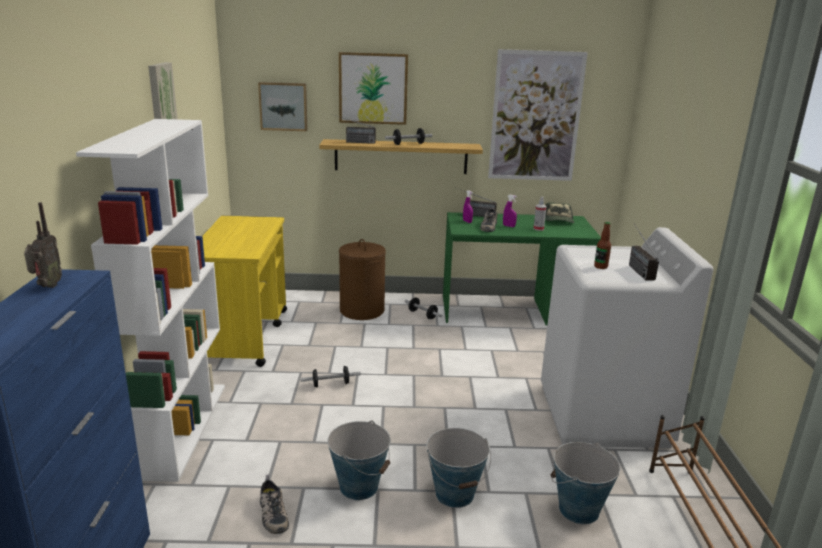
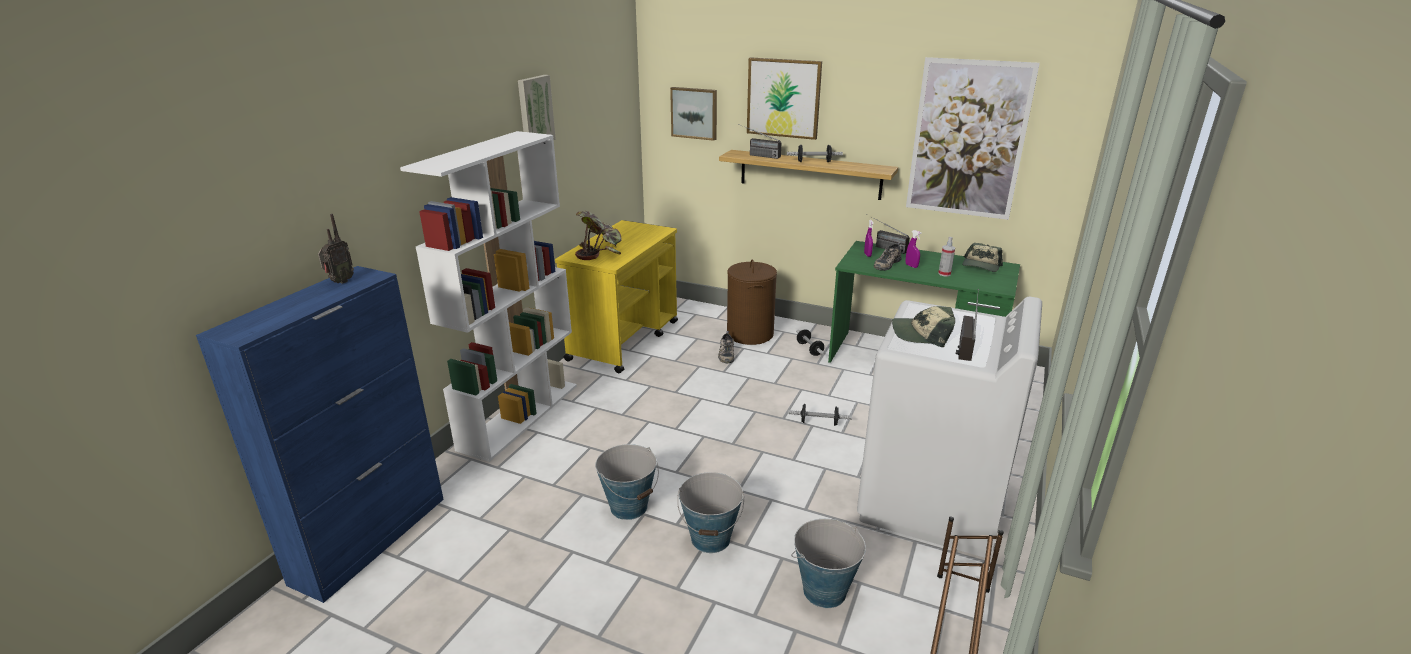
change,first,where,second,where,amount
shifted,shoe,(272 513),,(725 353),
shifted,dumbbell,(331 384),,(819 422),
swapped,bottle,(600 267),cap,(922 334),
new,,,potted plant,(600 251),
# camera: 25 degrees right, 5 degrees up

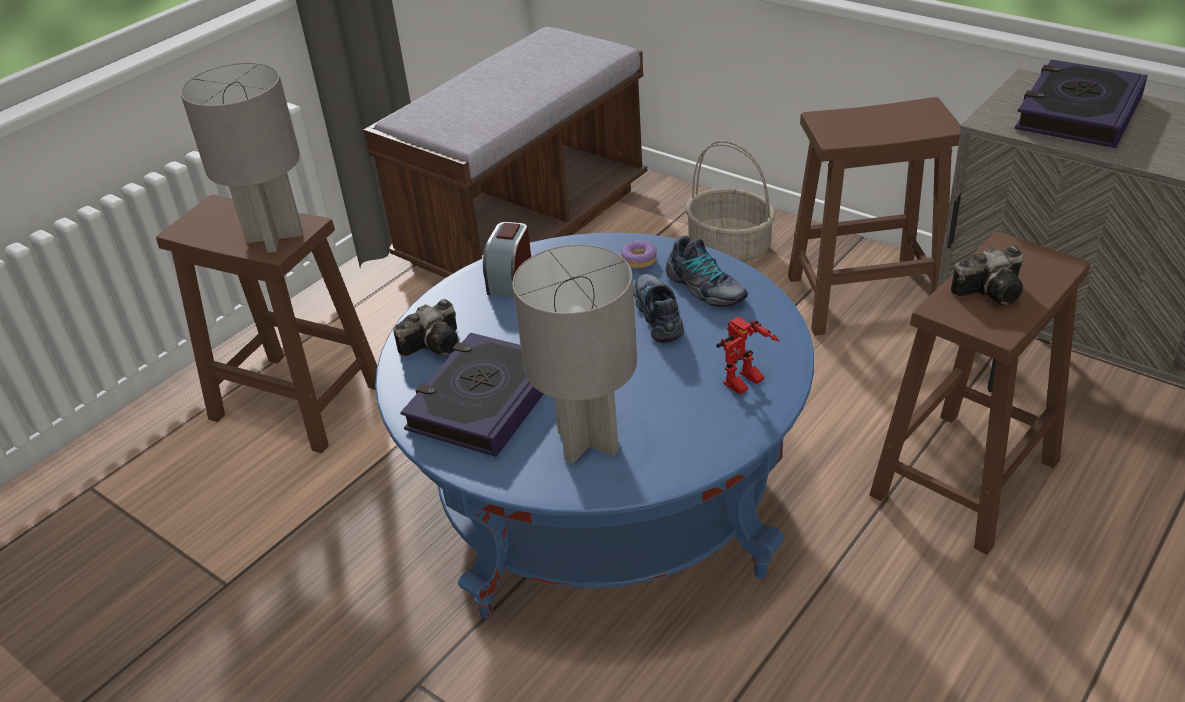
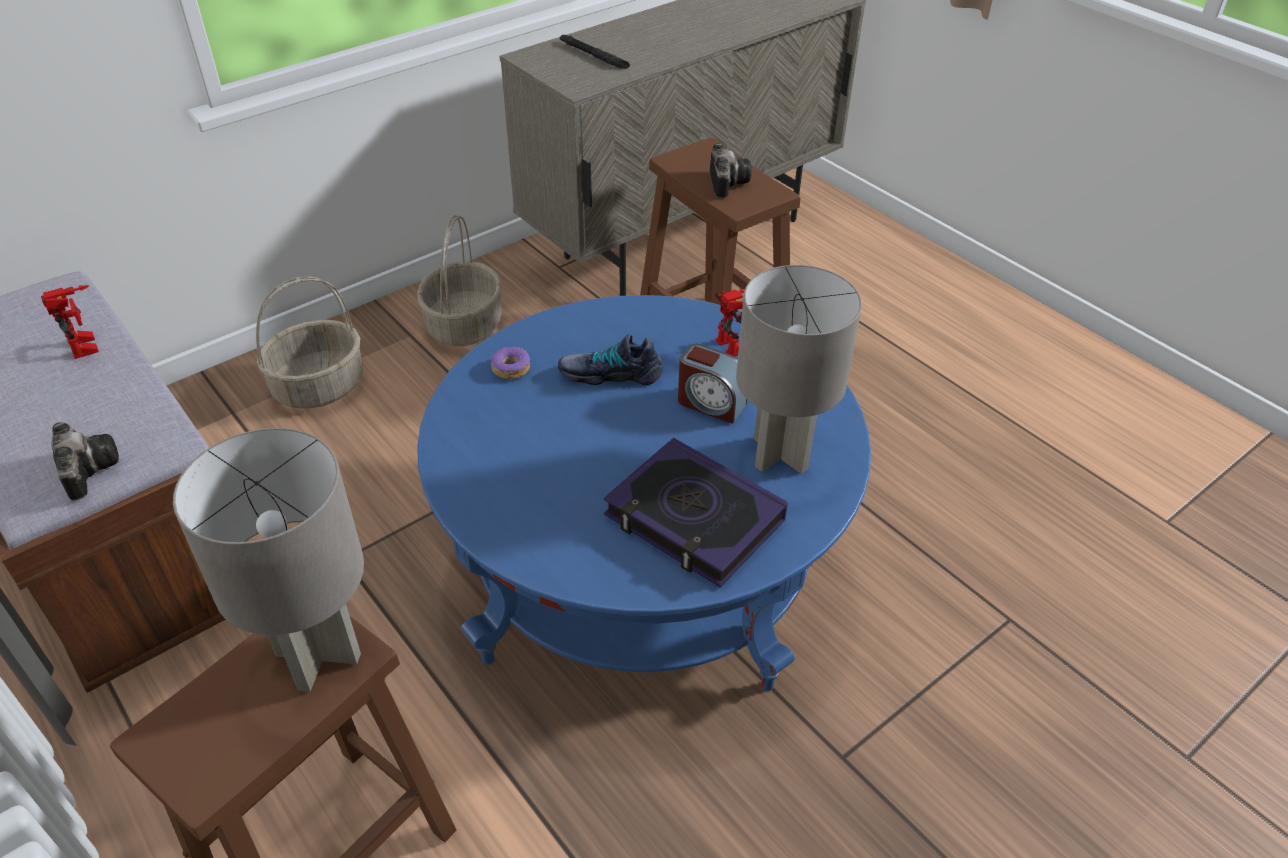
change,first,where,second,where,amount
shifted,photo camera,(436 343),,(87 468),
shifted,alarm clock,(510 279),,(710 403),
gone,shoe,(704 288),,,
swapped,stool (brown),(866 296),basket,(464 325),
swapped,book,(1078 113),flashlight (black),(594 56),
new,,,toy robot,(89 346),
# camera: 80 degrees left, 5 degrees up

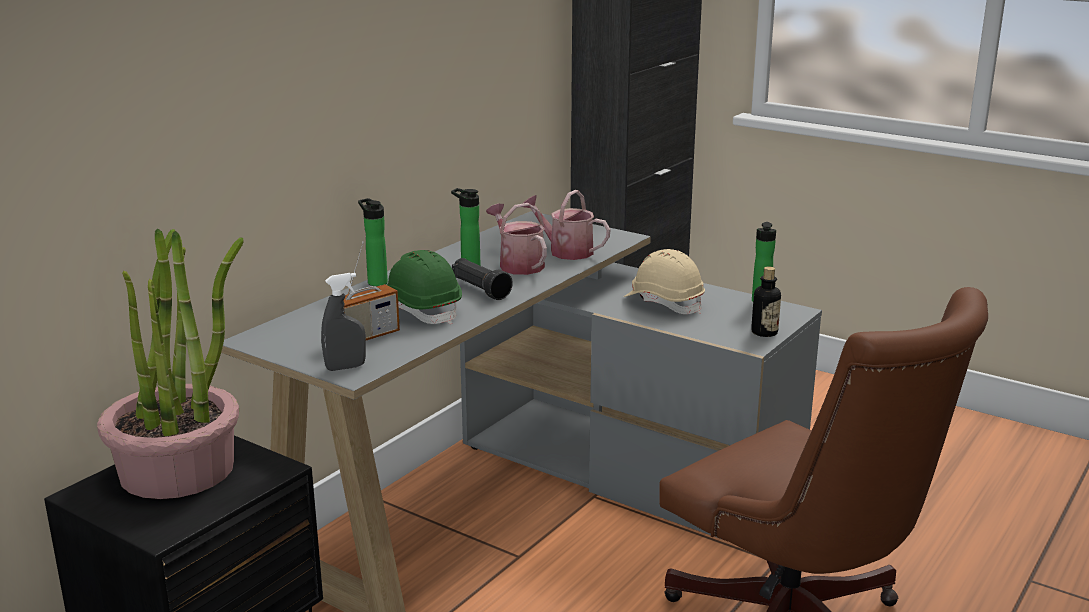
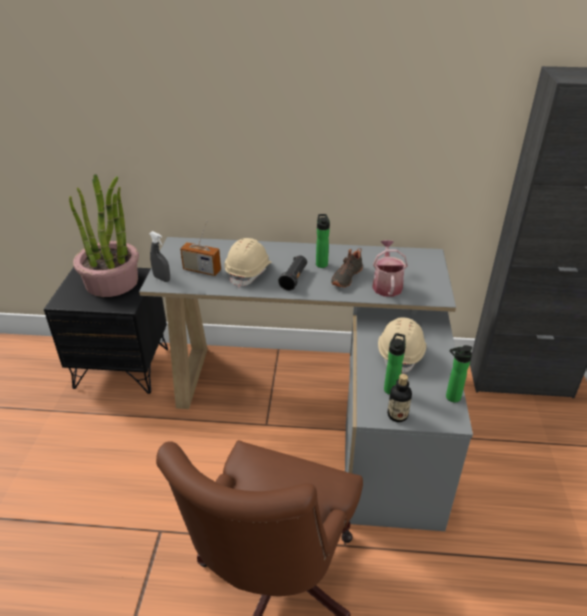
change,first,where,second,where,amount
shifted,bottle,(375 282),,(391 388),
repainted,hard hat (green),(421 310),hard hat (beige),(249 272),
swapped,watering can,(518 264),shoe (black),(345 277),
# camera: 60 degrees right, 15 degrees up

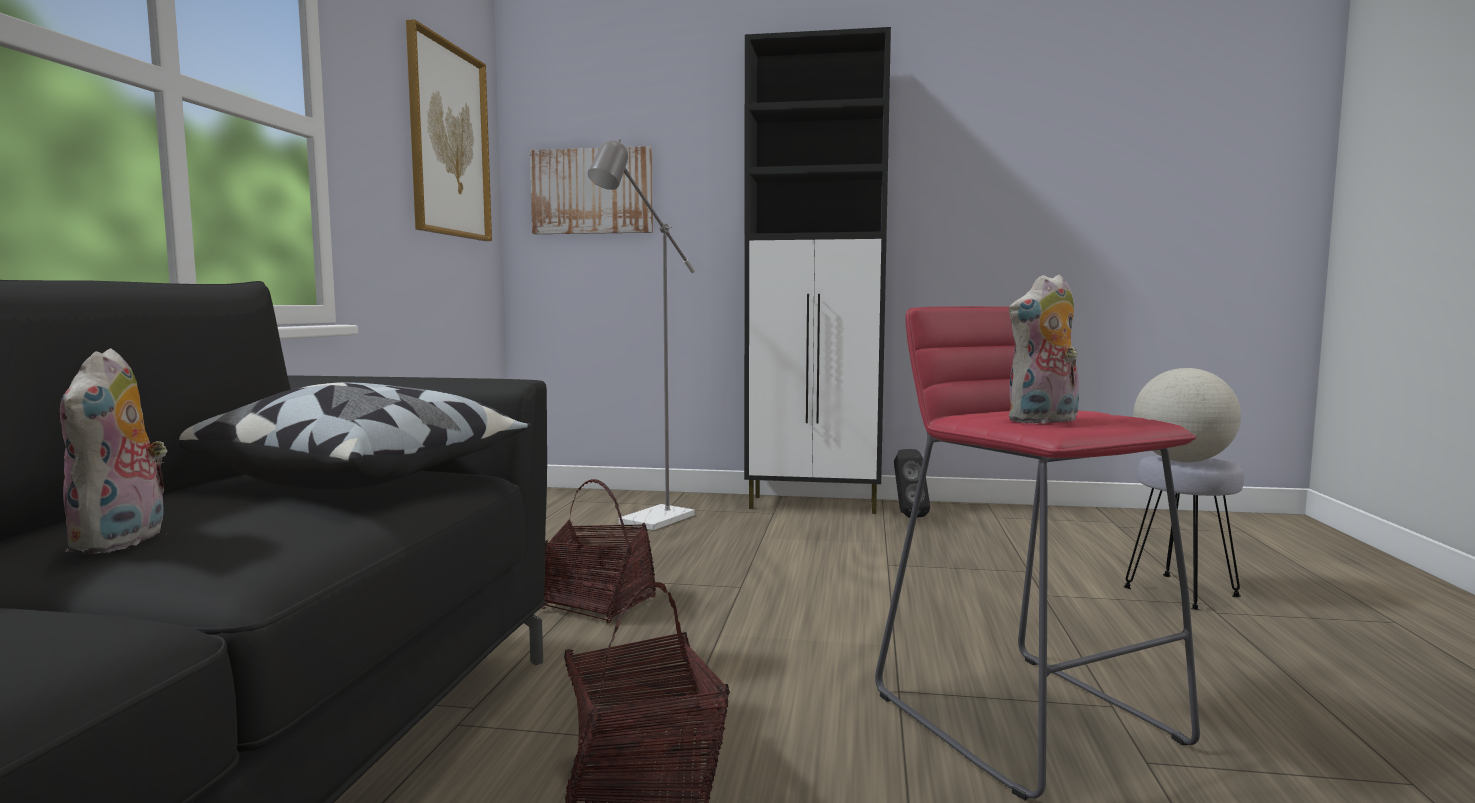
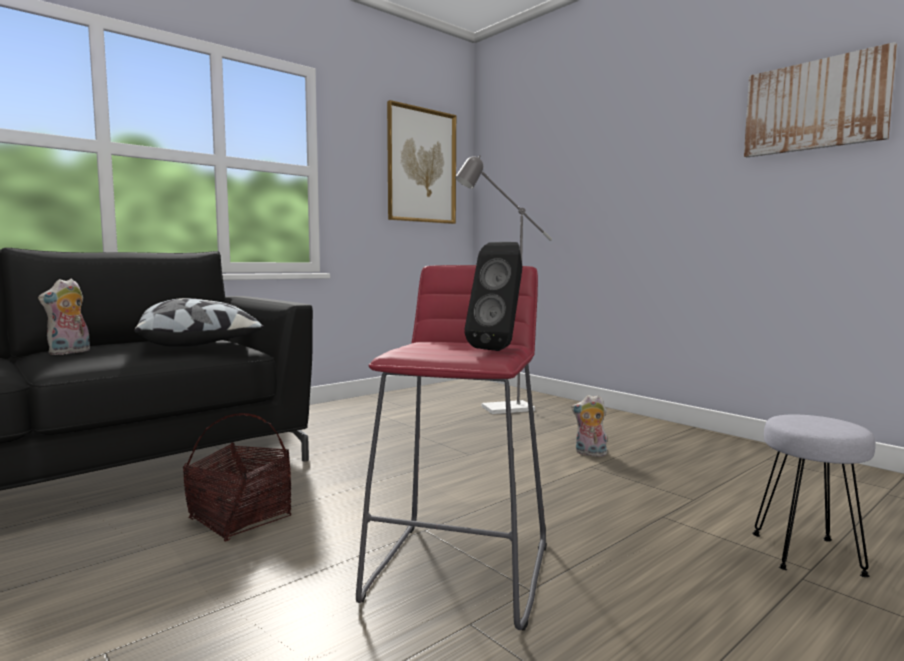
change,first,where,second,where,amount
shifted,picture,(592 191),,(815 105),
gone,basket,(599 604),,,
gone,cabinet (black),(815 505),,,
shifted,speaker (black),(907 515),,(499 350),
shifted,plush toy,(1043 421),,(589 454),
gone,globe,(1182 461),,,
# camera: 40 degrees right, 0 degrees up

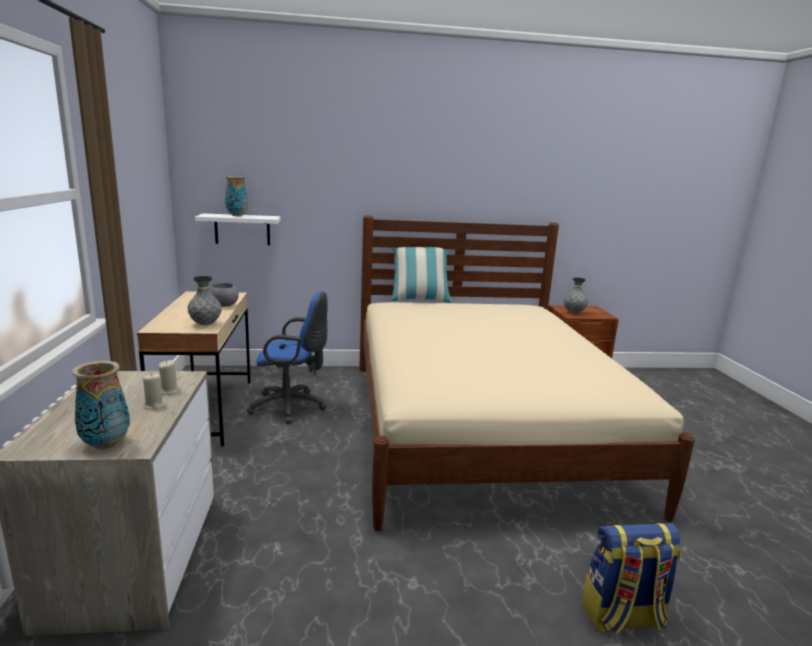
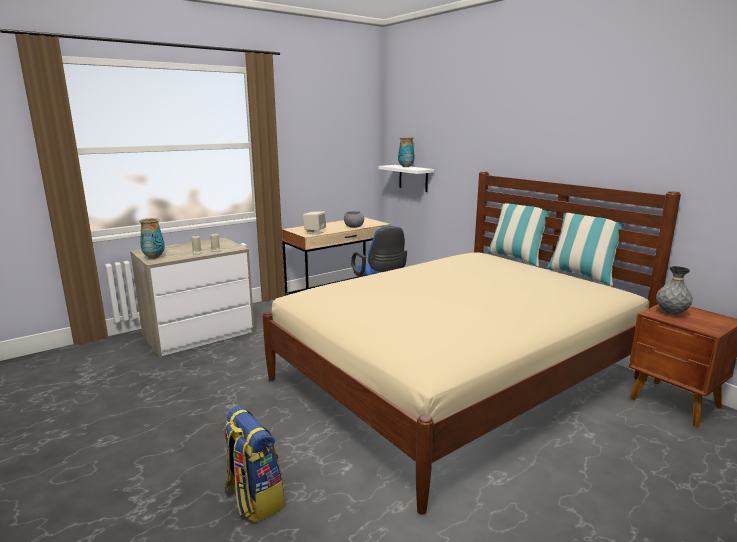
change,first,where,second,where,amount
swapped,vase (grey),(205 324),speaker (beige),(314 232),
new,,,pillow,(582 275),
# camera: 60 degrees right, 0 degrees up

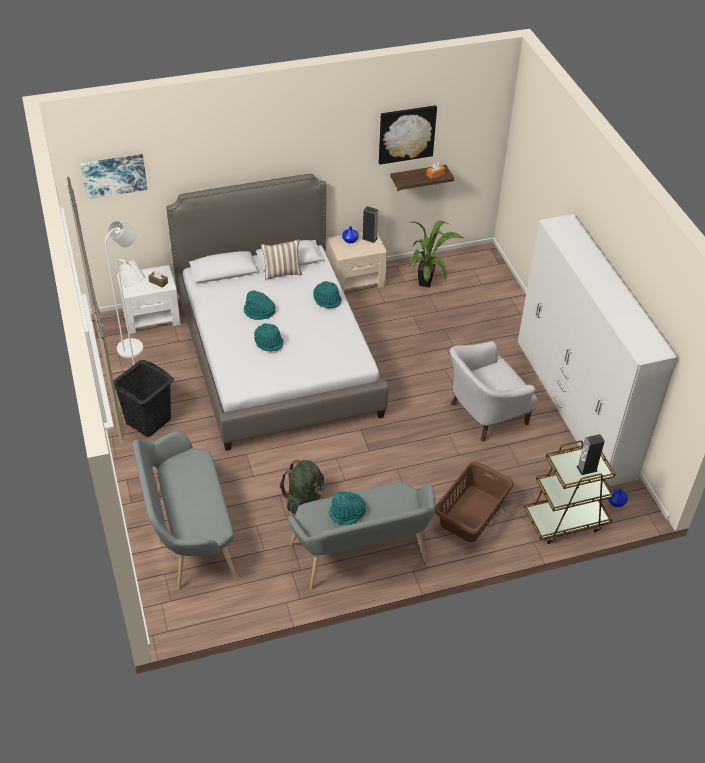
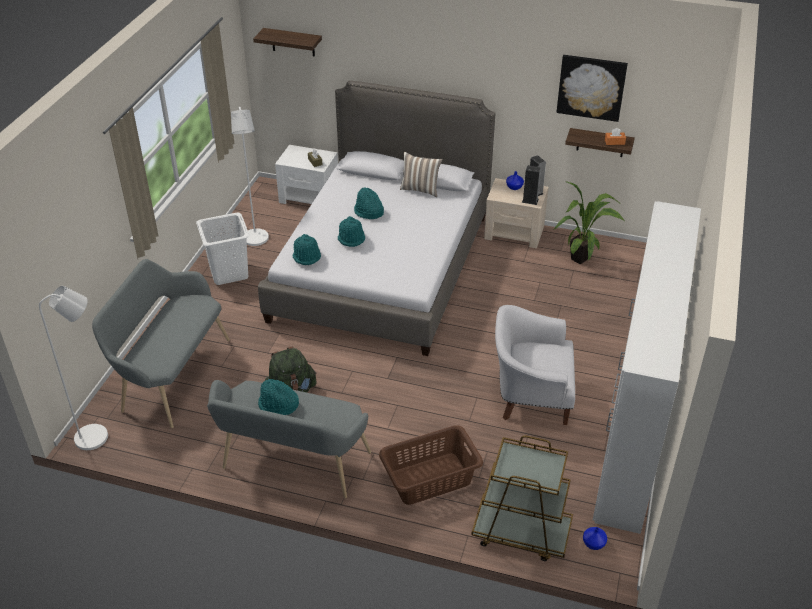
change,first,where,second,where,amount
swapped,picture,(114 175),shelf,(293 42),
shifted,floor lamp (white),(134 346),,(98 436),
repainted,laundry basket (black),(148 420),laundry basket (white),(228 273),
shifted,hat (turquoise),(327 300),,(307 256),
shifted,speaker,(587 468),,(530 201),
# camera: 35 degrees right, 5 degrees down

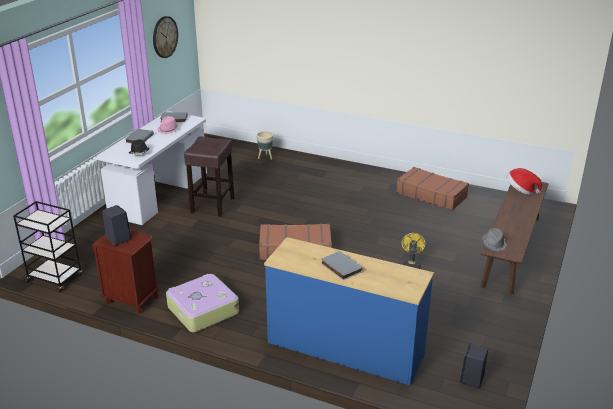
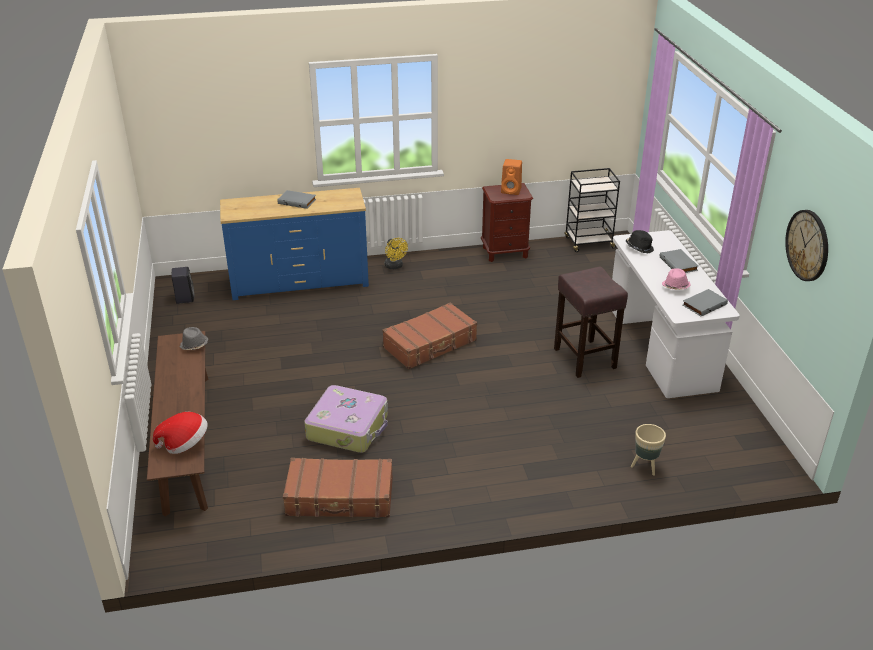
change,first,where,second,where,amount
repainted,speaker (black),(117 239),speaker (orange),(512 190),
shifted,suitcase,(202 310),,(348 427),
shifted,fan (yellow),(411 265),,(395 266),
# camera: 145 degrees right, 5 degrees up

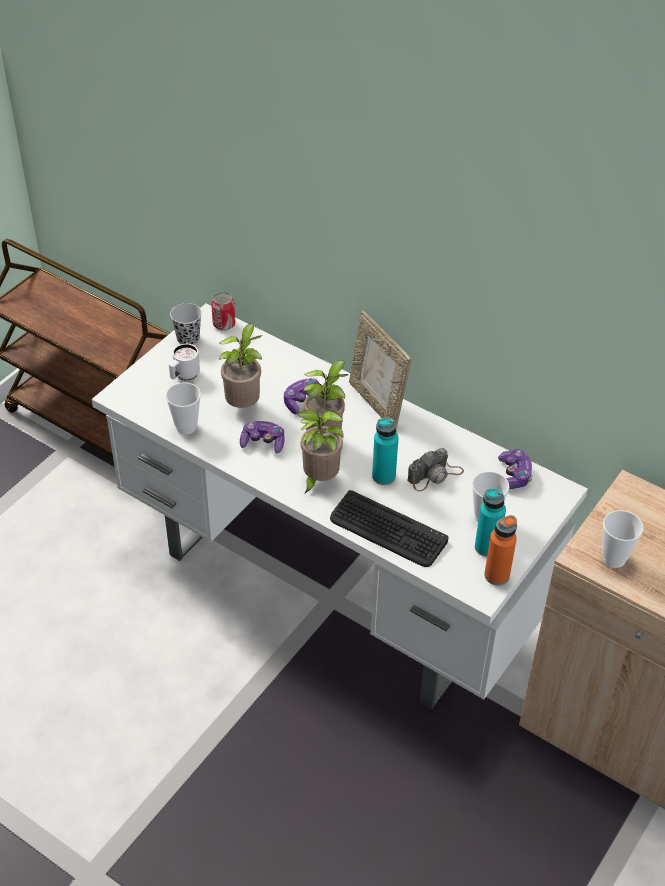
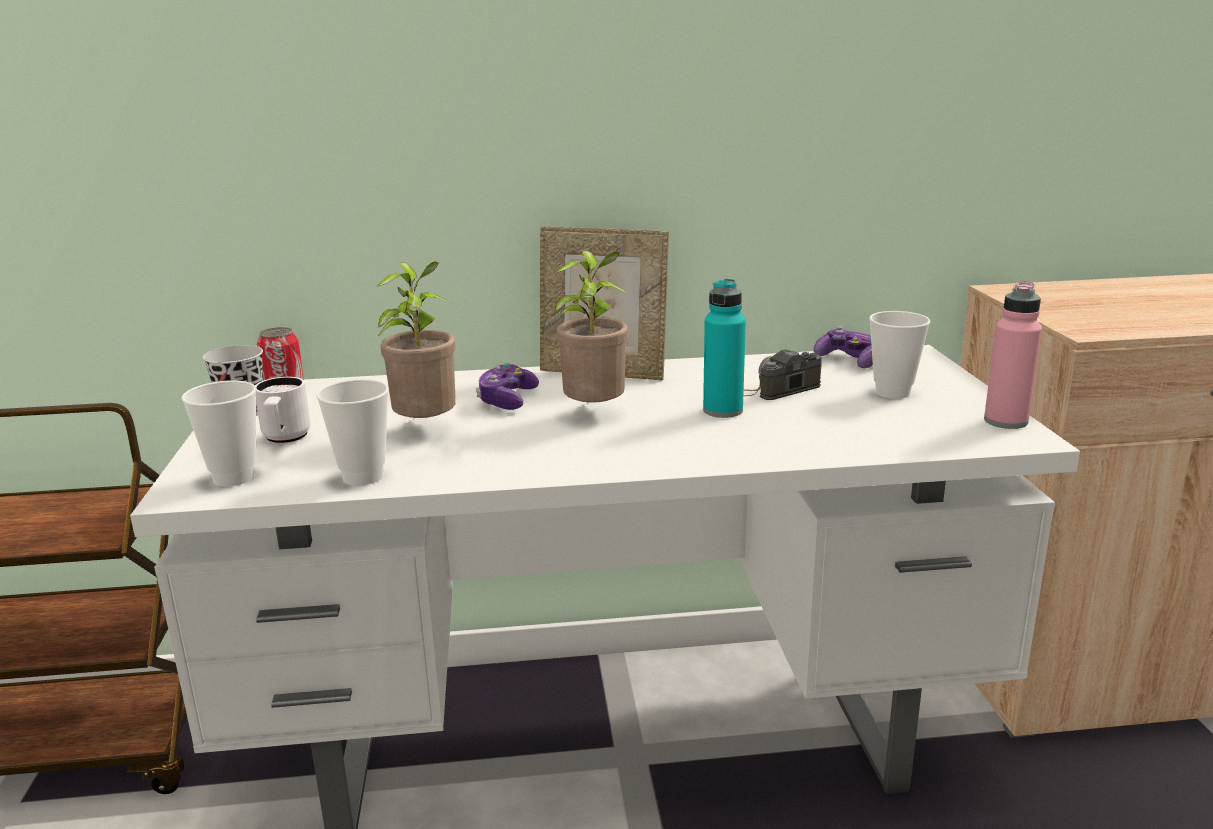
change,first,where,second,where,amount
gone,game controller,(263 442),,,
gone,potted plant,(319 480),,,
gone,keyboard,(387 530),,,
rotated,photo camera,(435 475),,(776 389),135 degrees counterclockwise
gone,bottle (turquoise),(487 547),,,
repainted,bottle (orange),(496 575),bottle (pink),(1005 421),
shifted,cup,(614 558),,(234 478),
# camera: 40 degrees left, 25 degrees down

